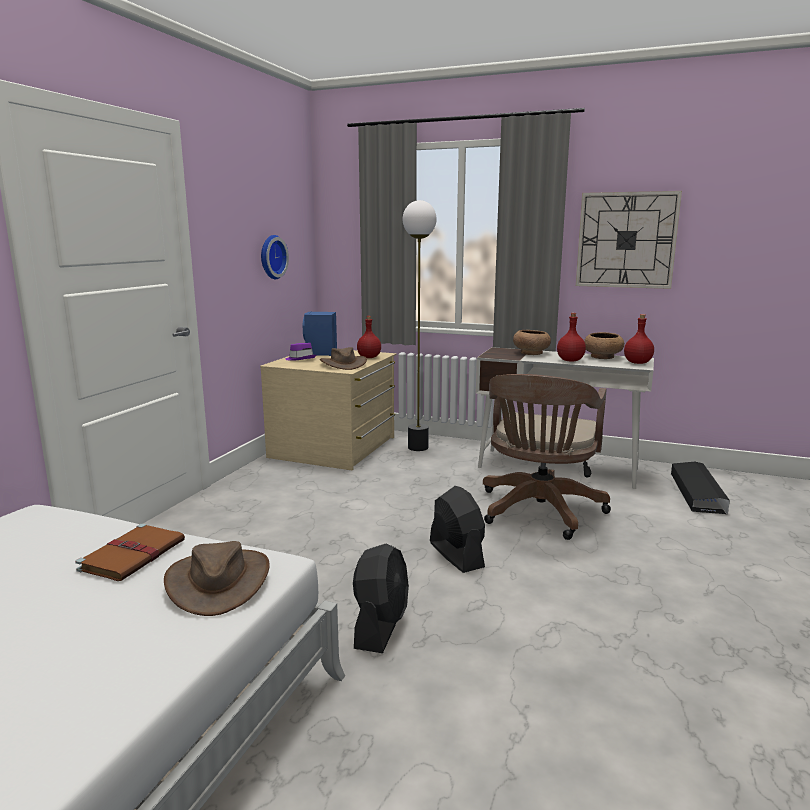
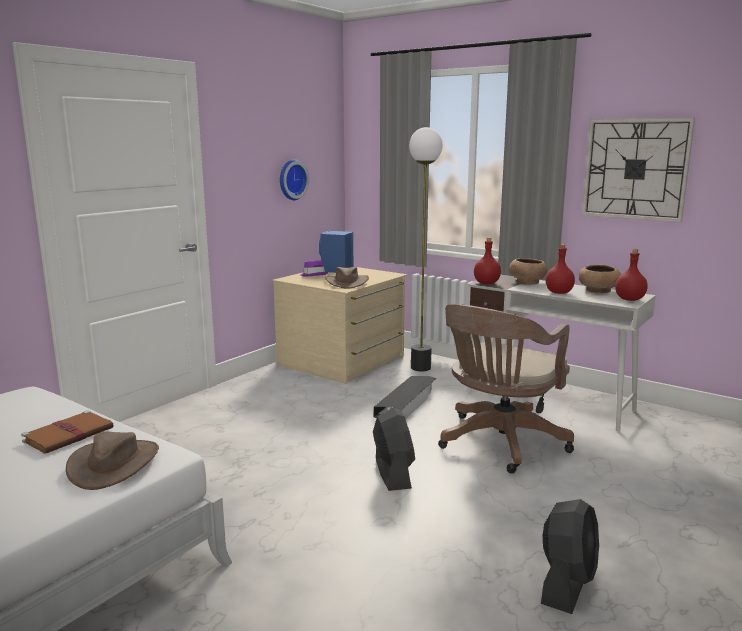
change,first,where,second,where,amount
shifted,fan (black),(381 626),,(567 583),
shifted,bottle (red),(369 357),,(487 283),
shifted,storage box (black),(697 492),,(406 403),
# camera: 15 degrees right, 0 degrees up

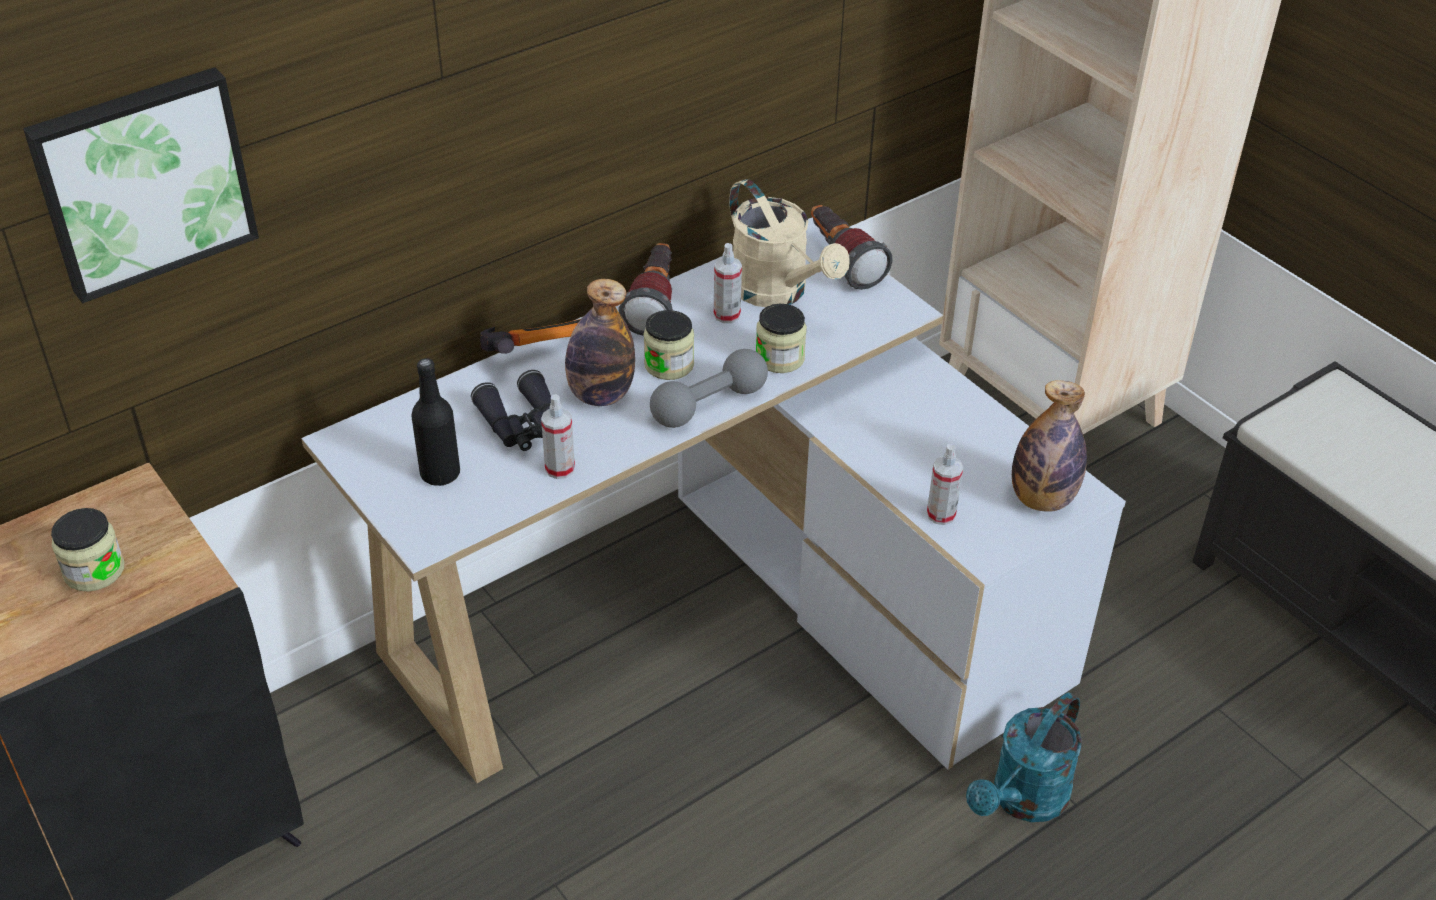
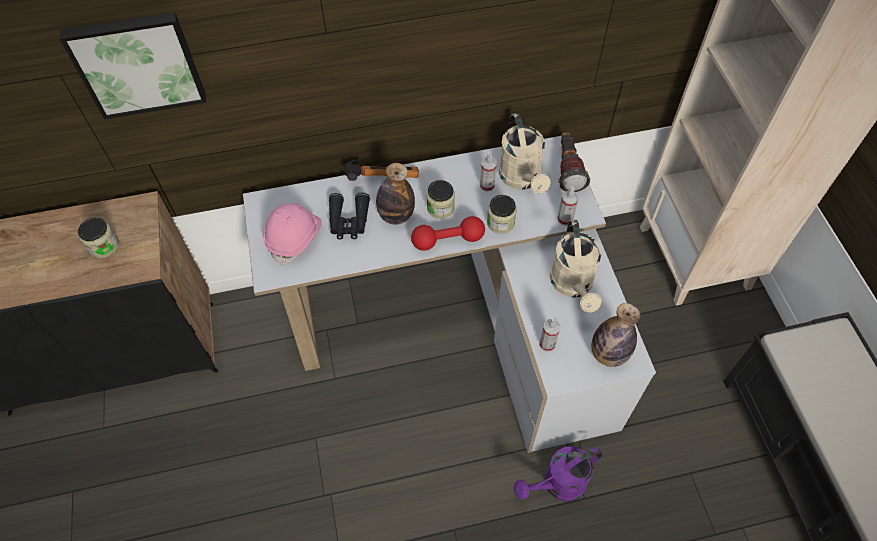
change,first,where,second,where,amount
swapped,bottle (black),(440 474),hard hat (pink),(295 237),
shifted,spray bottle,(560 468),,(565 219),
gone,flashlight,(654 304),,,
repainted,dumbbell (grey),(709 405),dumbbell (red),(448 240),
repainted,watering can (turquoise),(1022 800),watering can (purple),(558 484),
new,,,watering can (beige),(573 286),
# camera: 25 degrees right, 15 degrees up

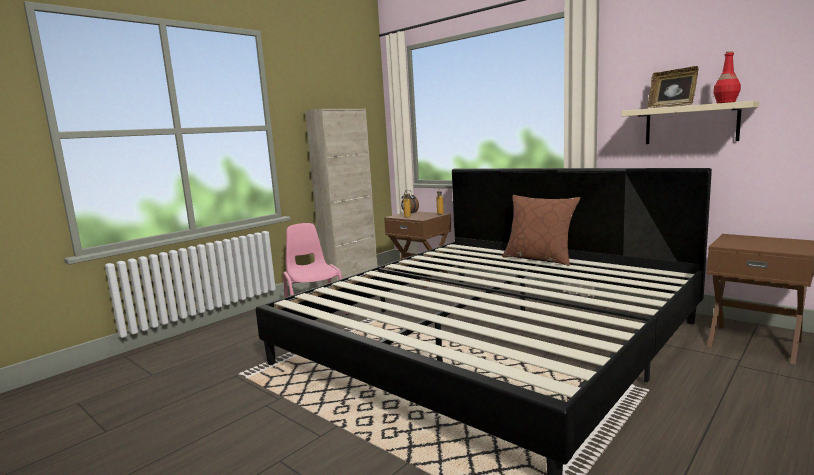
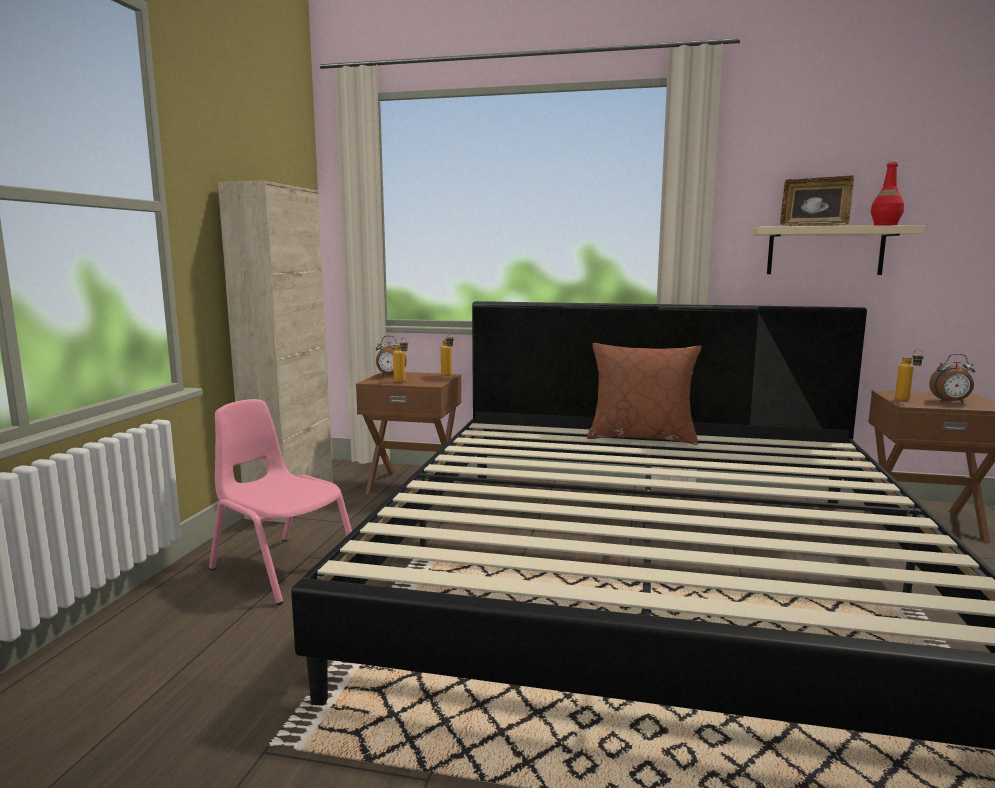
change,first,where,second,where,amount
new,,,bottle,(906 400),
new,,,alarm clock,(950 402),
# camera: 30 degrees left, 0 degrees up

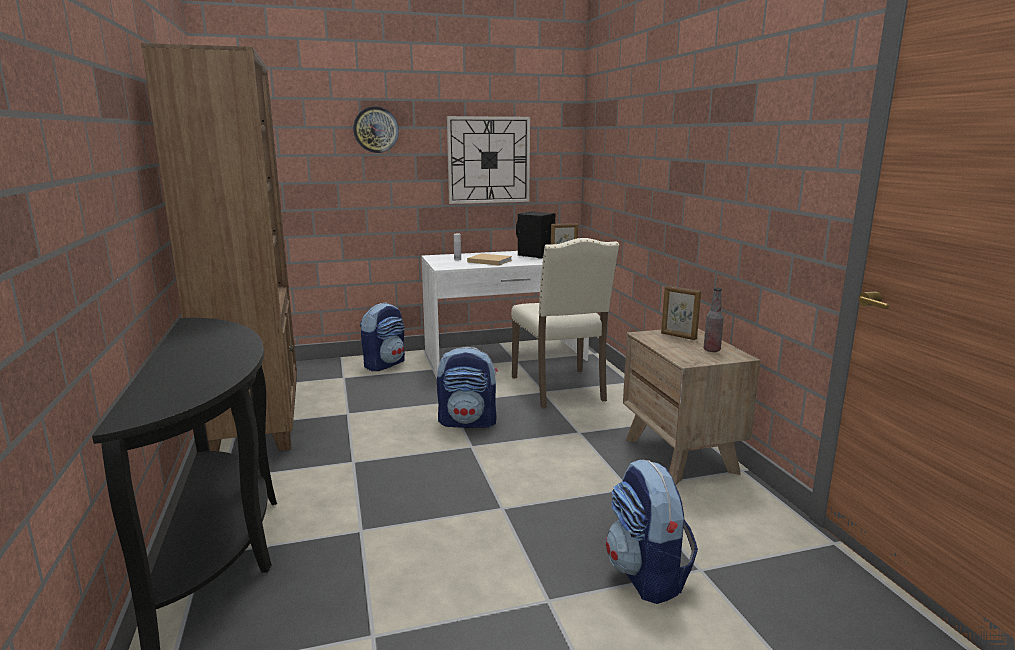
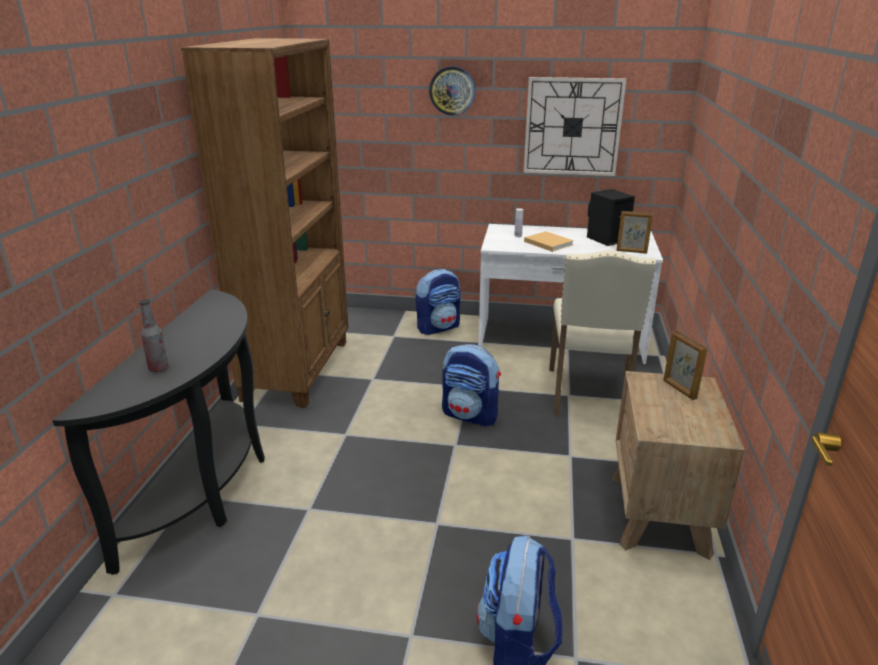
change,first,where,second,where,amount
shifted,bottle,(711 350),,(158 368),
# camera: 25 degrees right, 10 degrees up

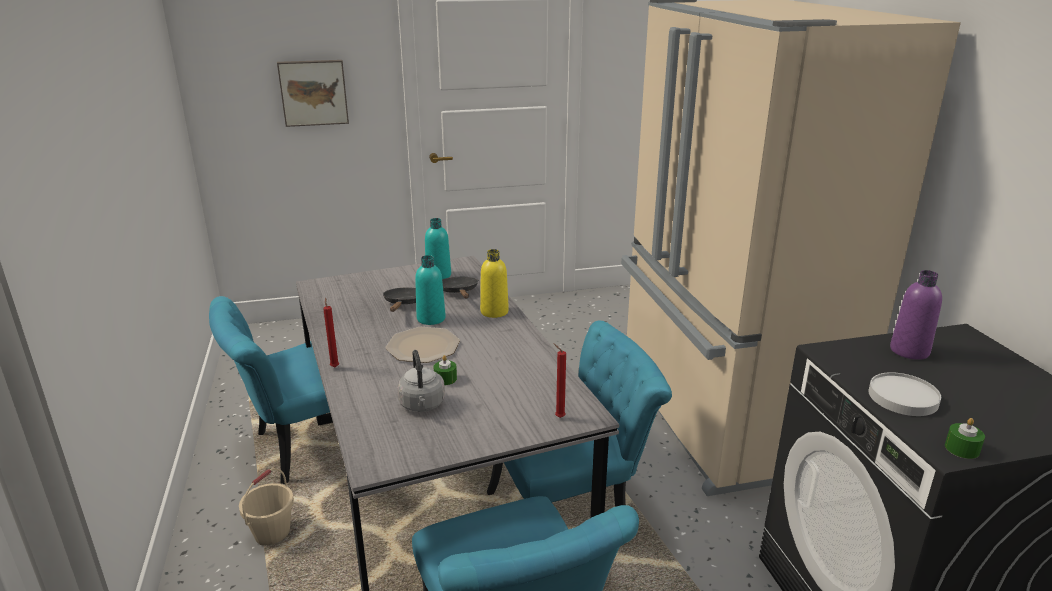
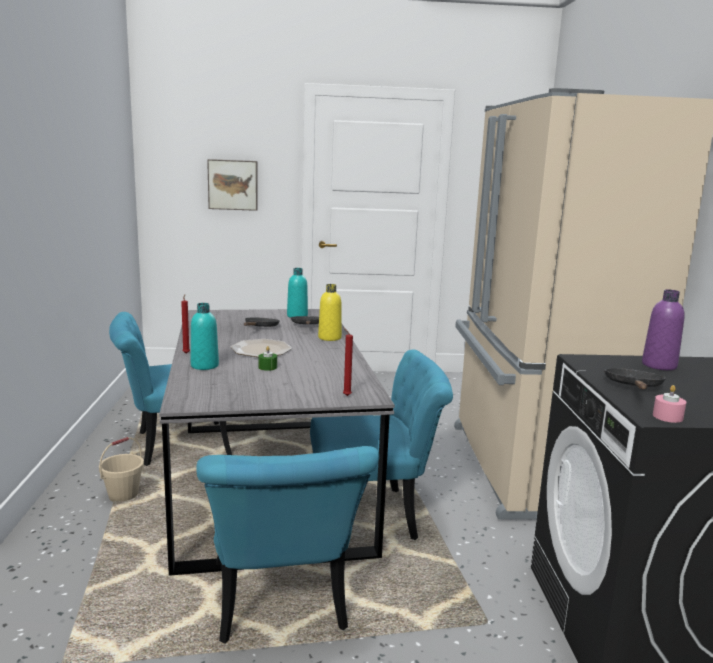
change,first,where,second,where,amount
gone,kettle (grey),(422 405),,,
shifted,bottle (turquoise),(431 319),,(204 366),
swapped,plate (white),(903 398),frying pan (black),(633 387),
repainted,candle (green),(962 449),candle (pink),(667 416),
# camera: 10 degrees right, 10 degrees down

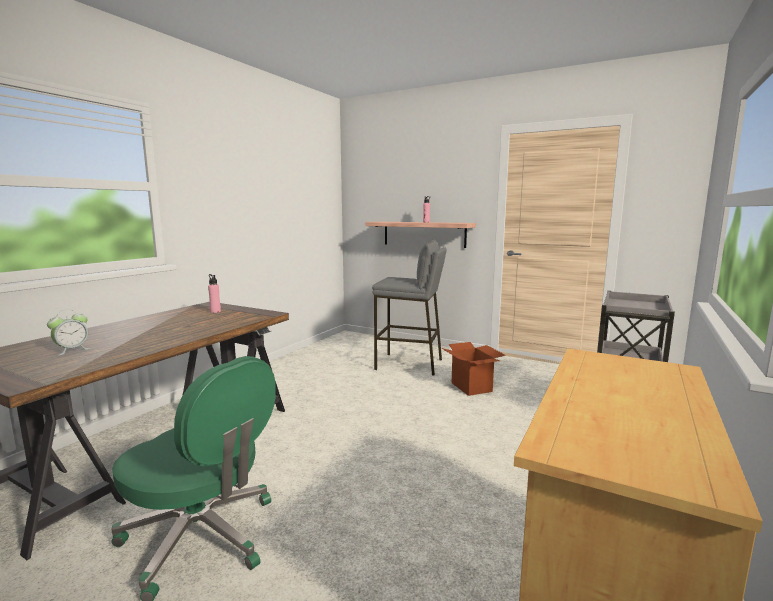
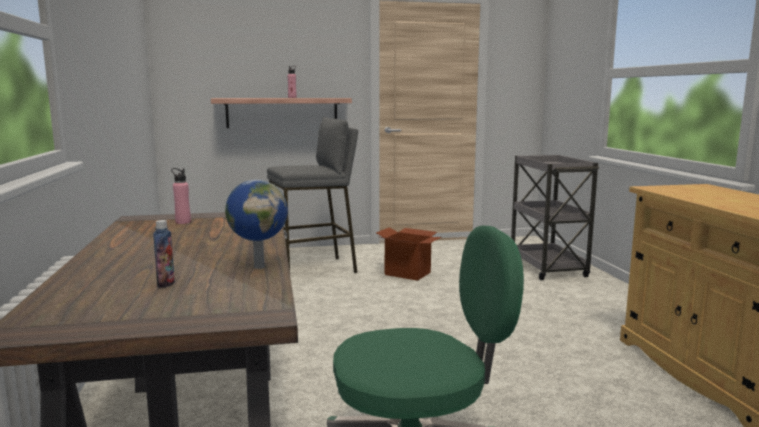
change,first,where,second,where,amount
swapped,alarm clock,(72 350),bottle,(166 284),
new,,,globe,(259 267),
# camera: 40 degrees left, 0 degrees up

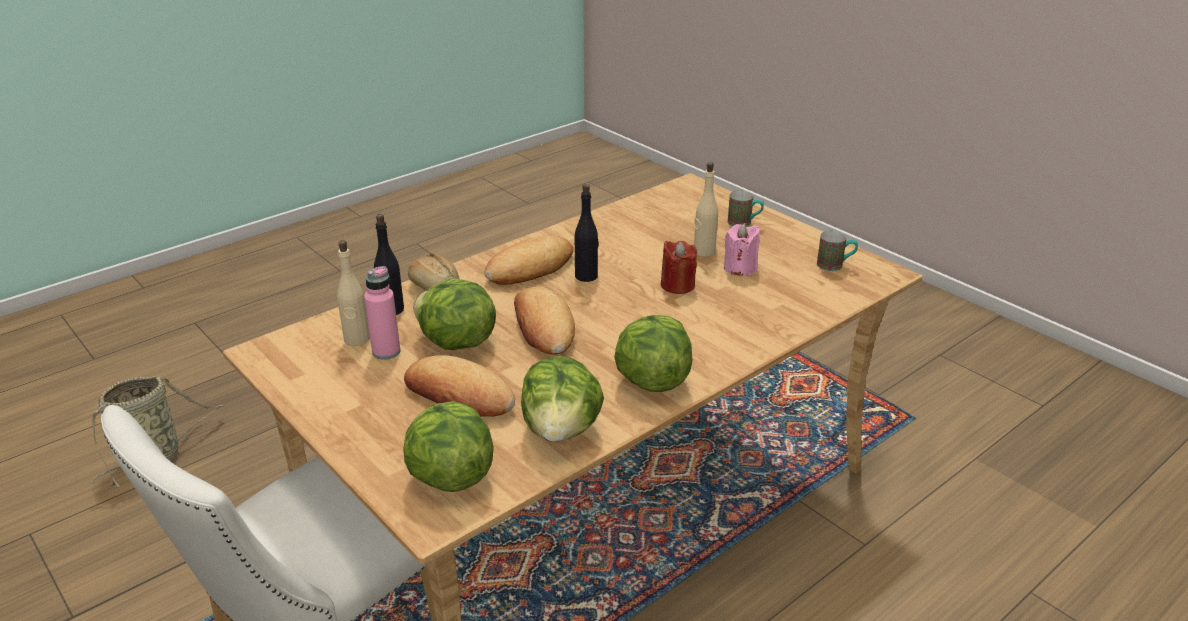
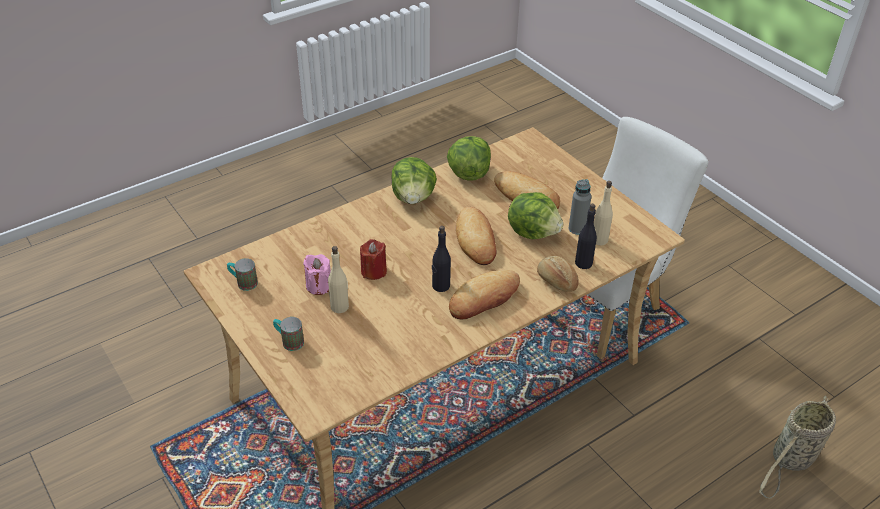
change,first,where,second,where,amount
repainted,bottle (pink),(386 352),bottle (grey),(577 229),
gone,lettuce,(449 476),,,
# camera: 175 degrees left, 10 degrees up

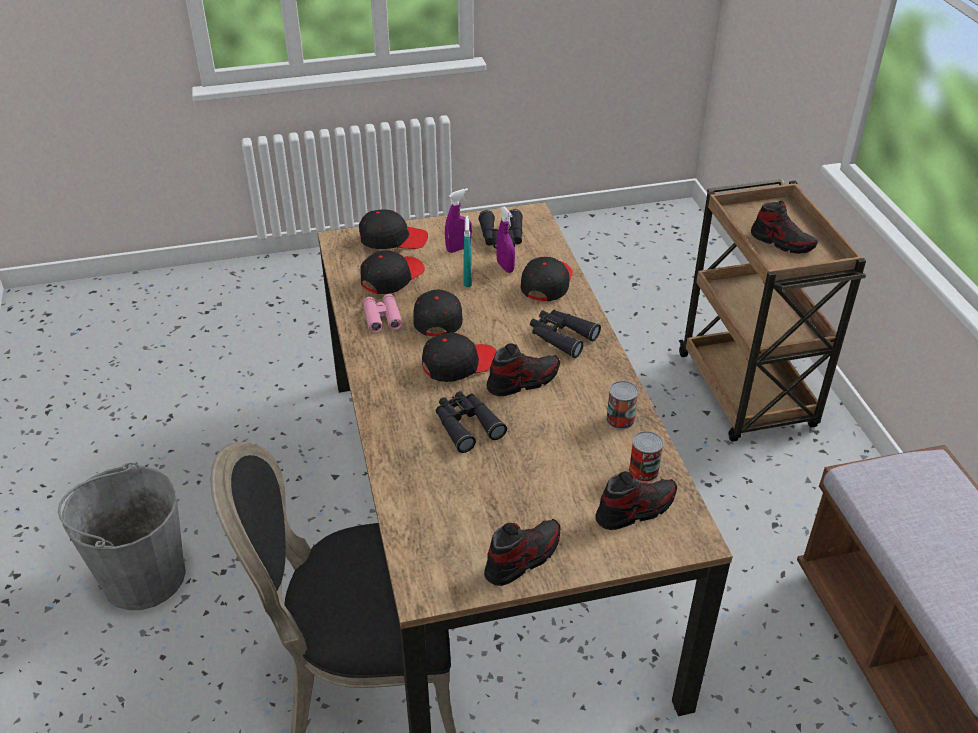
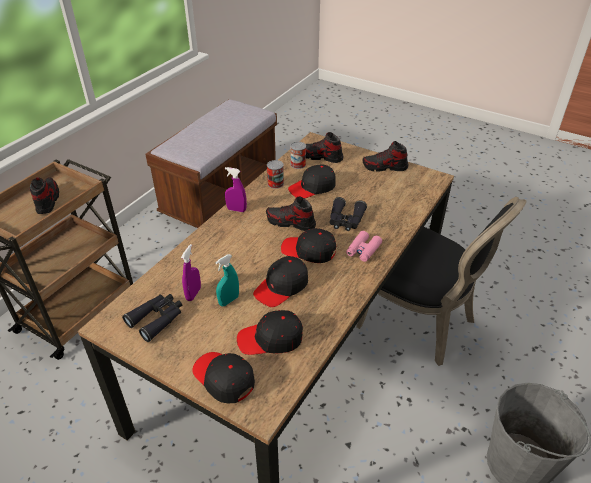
change,first,where,second,where,amount
shifted,binoculars (pink),(382 318),,(363 250),
shifted,spray bottle (purple),(458 248),,(236 210),
shifted,cap (black),(547 283),,(312 188),
gone,binoculars (black),(561 337),,,
# camera: 135 degrees left, 0 degrees up

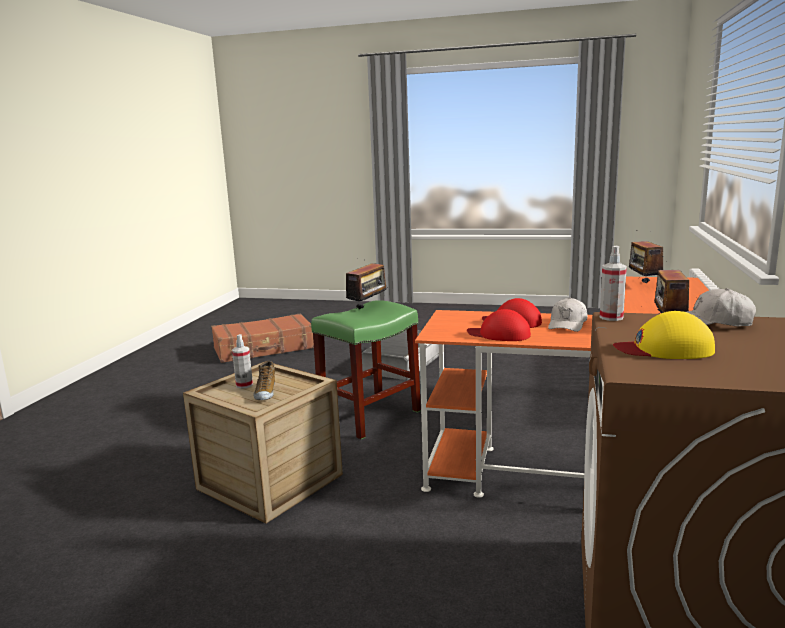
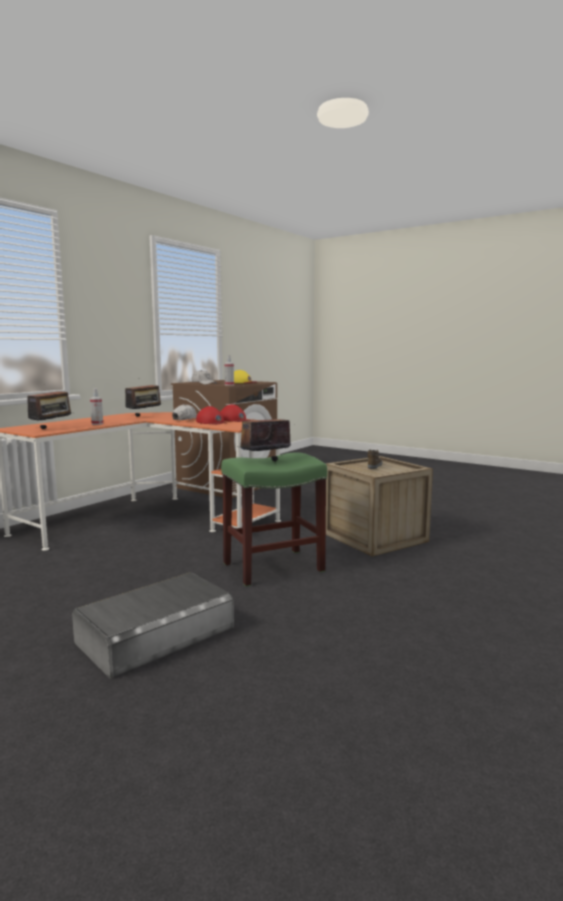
change,first,where,second,where,amount
gone,suitcase (brown),(264 349),,,
shifted,spray bottle,(244 385),,(97 424),
# camera: 160 degrees left, 5 degrees down

